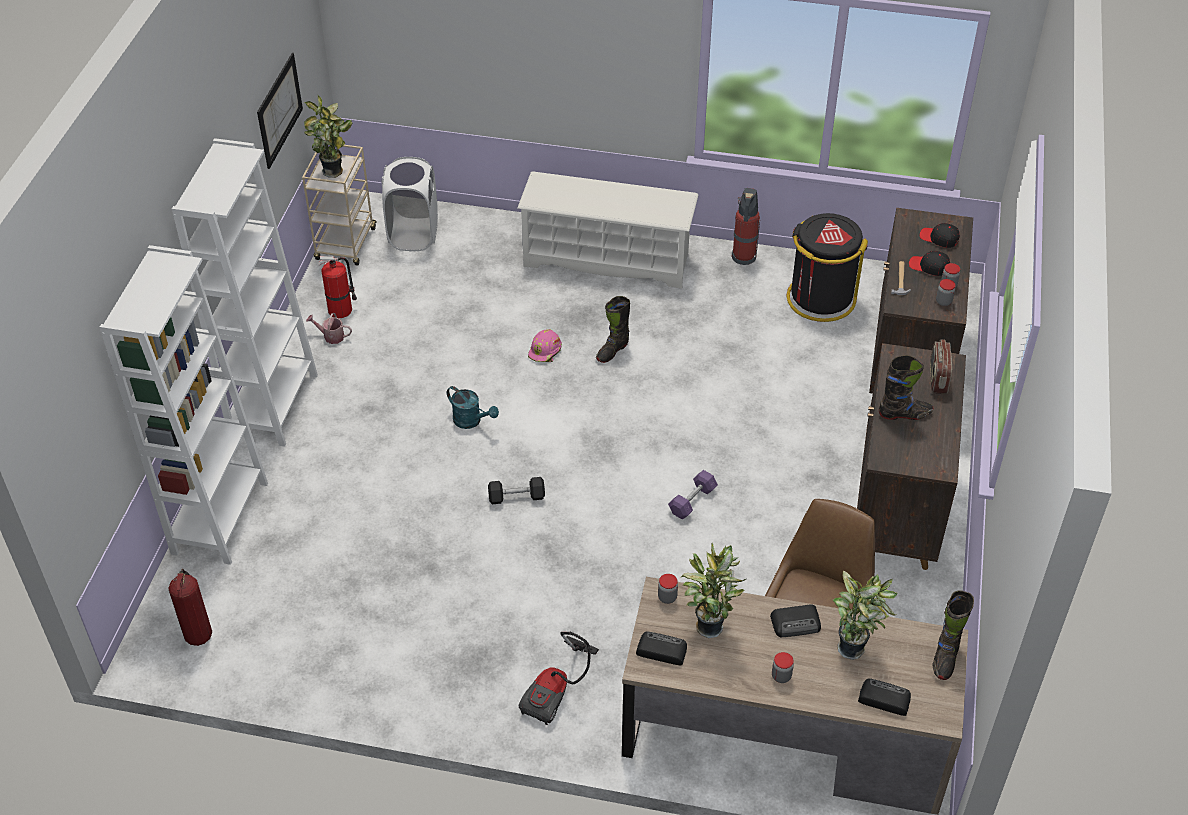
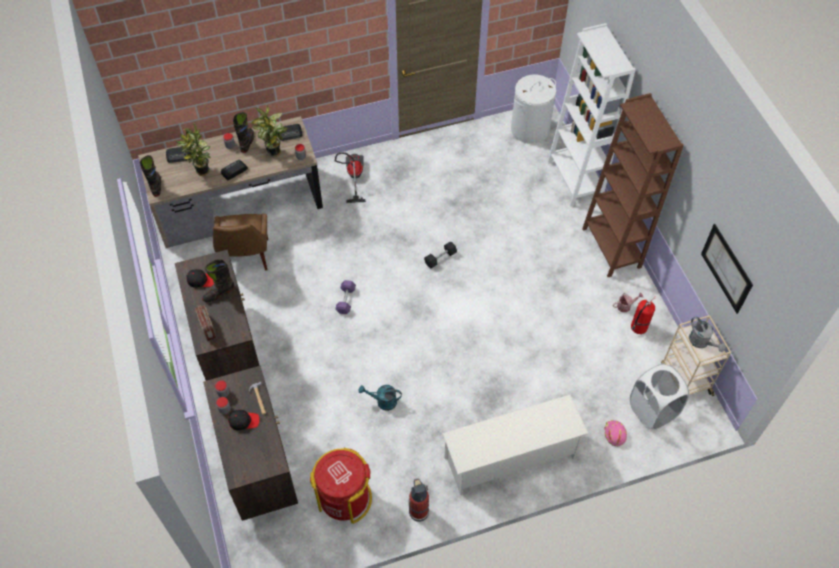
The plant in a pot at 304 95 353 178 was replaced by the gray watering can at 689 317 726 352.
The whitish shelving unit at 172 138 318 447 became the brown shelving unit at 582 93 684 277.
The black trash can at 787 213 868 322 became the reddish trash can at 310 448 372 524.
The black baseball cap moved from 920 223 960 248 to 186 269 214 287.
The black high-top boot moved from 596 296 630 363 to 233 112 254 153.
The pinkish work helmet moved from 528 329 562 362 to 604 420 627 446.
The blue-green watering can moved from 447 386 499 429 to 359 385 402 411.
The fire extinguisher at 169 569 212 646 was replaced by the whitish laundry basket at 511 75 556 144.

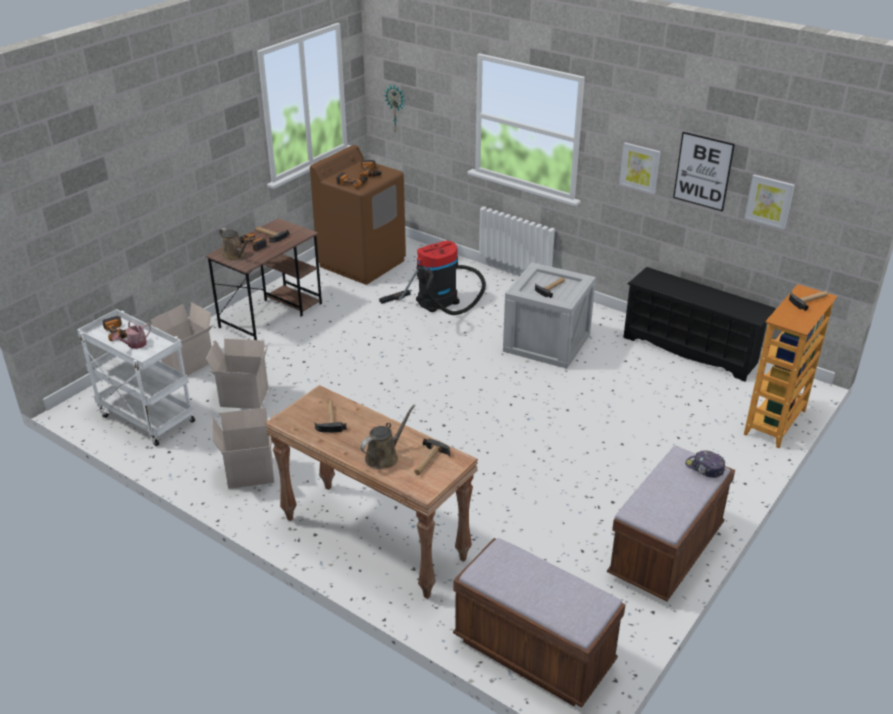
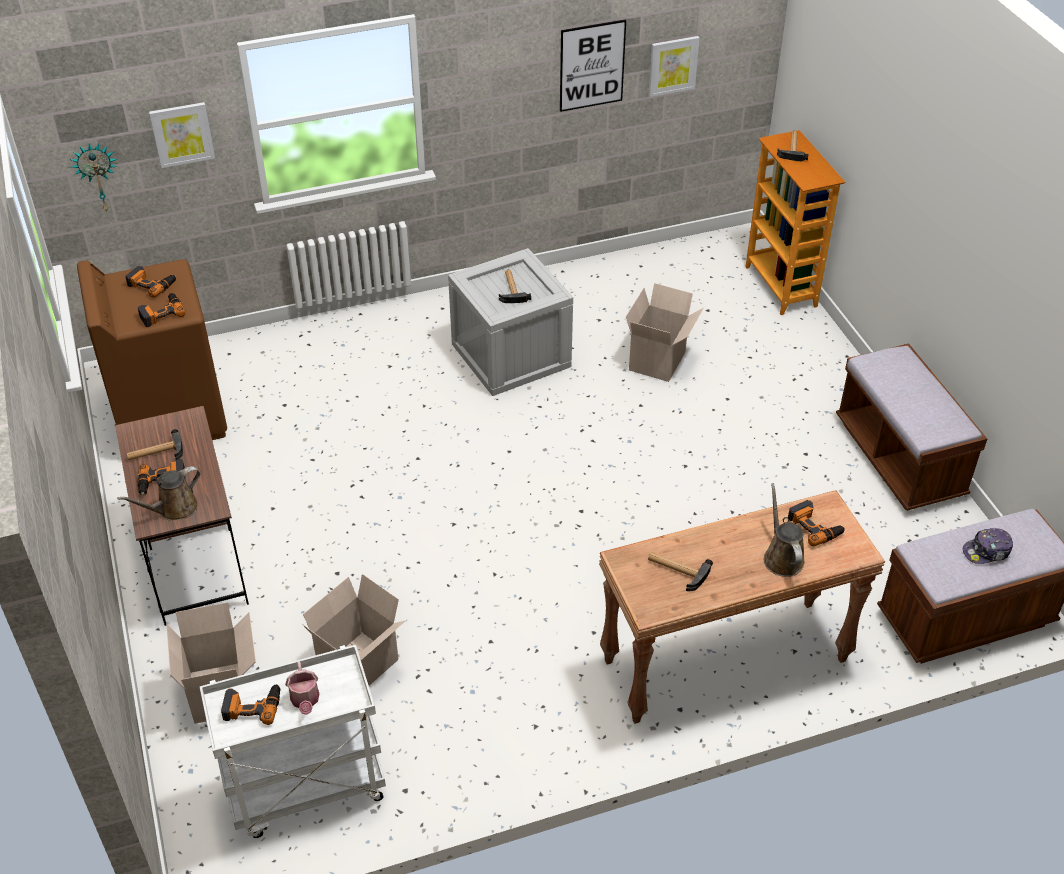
The wall picture moved from 619 142 661 194 to 149 102 215 168.
The brown watering can at 219 228 250 261 turned 150 degrees clockwise.
The hoover at 379 240 486 315 disappeared.
The black shoe shelf at 623 267 776 382 disappeared.
The packing box moved from 212 408 274 489 to 626 283 704 382.
The tool hammer at 414 439 450 475 was replaced by the power drill at 788 500 845 547.
The baseball cap moved from 685 450 726 478 to 963 528 1013 564.

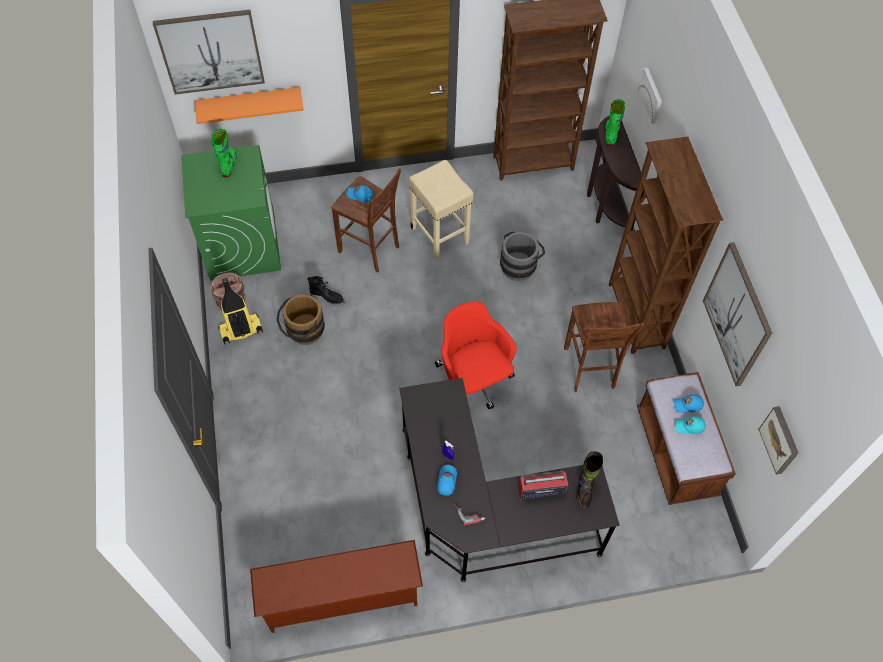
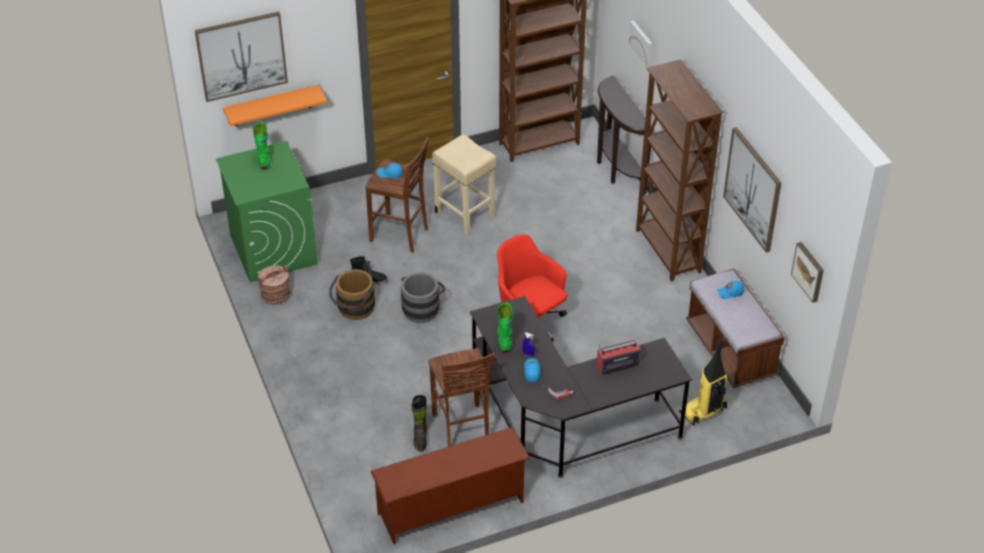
The greenish high-top boot moved from 605 99 625 146 to 497 302 513 353.
The gray bucket moved from 500 232 545 281 to 401 272 445 323.
The hoover moved from 218 278 263 345 to 679 338 727 426.
The brown stool seat moved from 564 302 644 392 to 428 348 495 447.
The blue-green baseball cap at 675 416 706 435 disappeared.
The black high-top boot moved from 577 451 603 508 to 412 395 427 451.

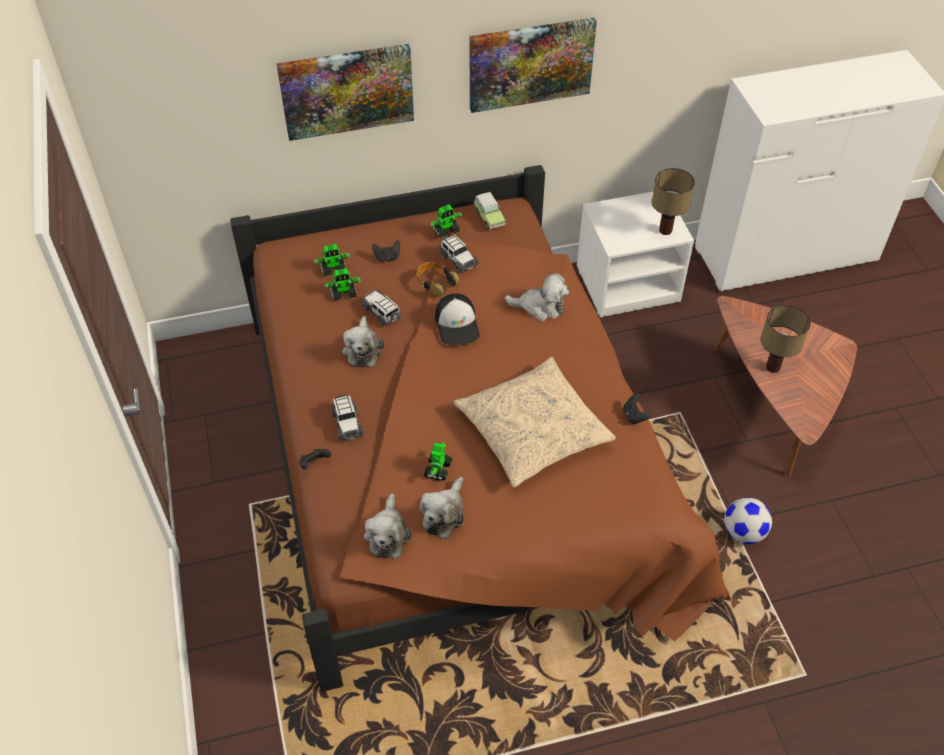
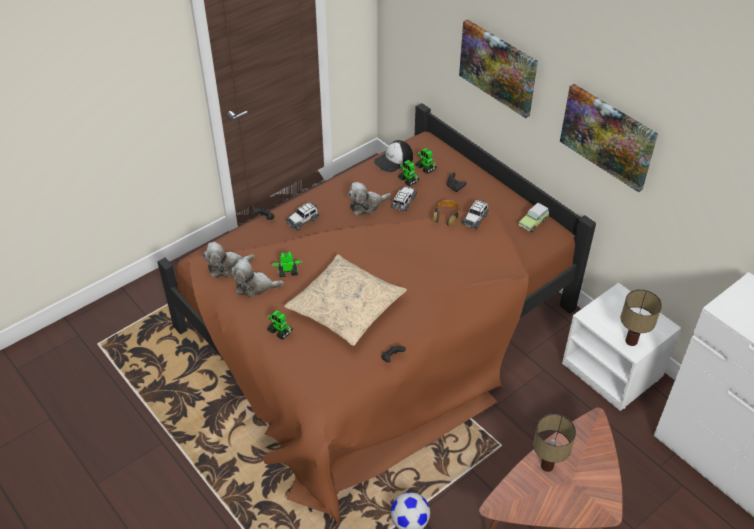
The robot figure moved from 429 205 463 238 to 267 310 293 340.
The cuddly toy at 505 273 569 321 disappeared.
The baseball cap moved from 435 293 480 345 to 374 140 413 172.

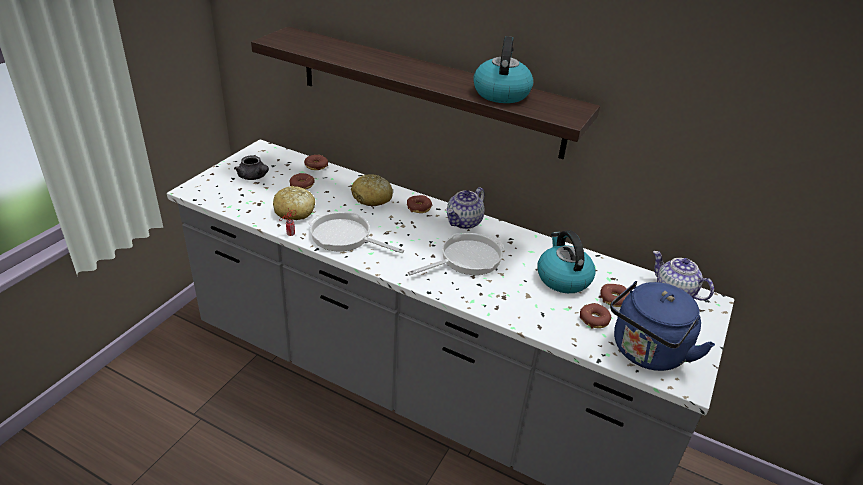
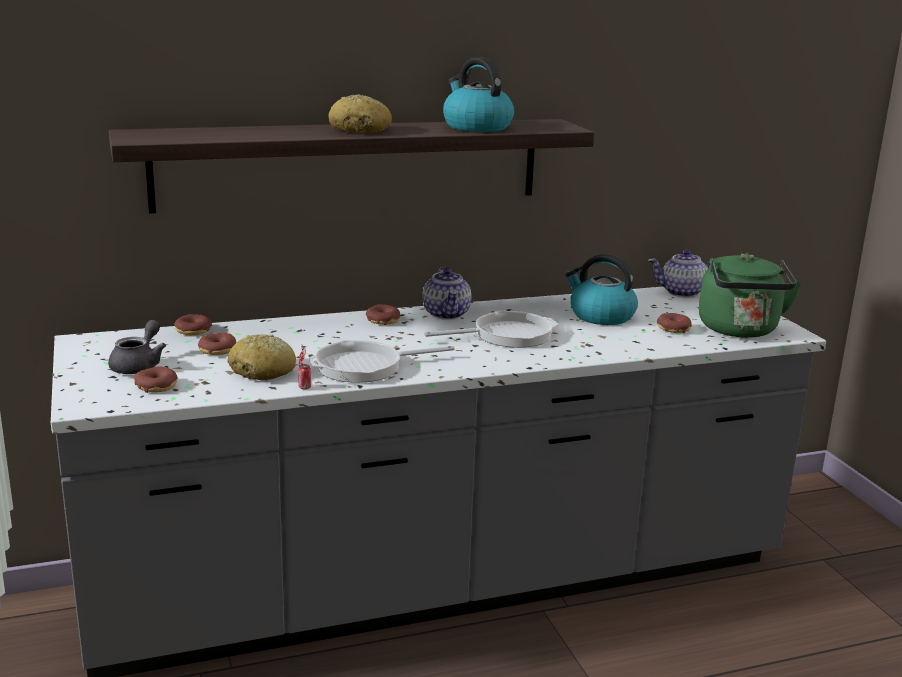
The gray pot for tea at 234 155 269 180 turned 75 degrees counterclockwise.
The baked bread moved from 351 174 393 206 to 328 95 392 133.
The frying pan at 408 233 504 275 turned 60 degrees clockwise.
The bluish tea kettle at 610 281 715 371 became the greenish tea kettle at 699 253 802 338.
The ring doughnut moved from 600 284 630 307 to 134 366 178 393.

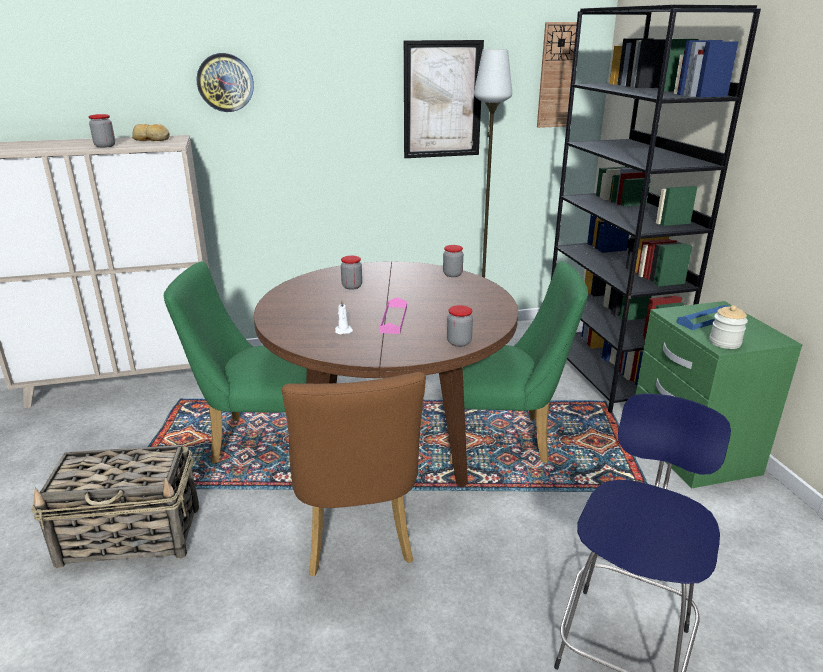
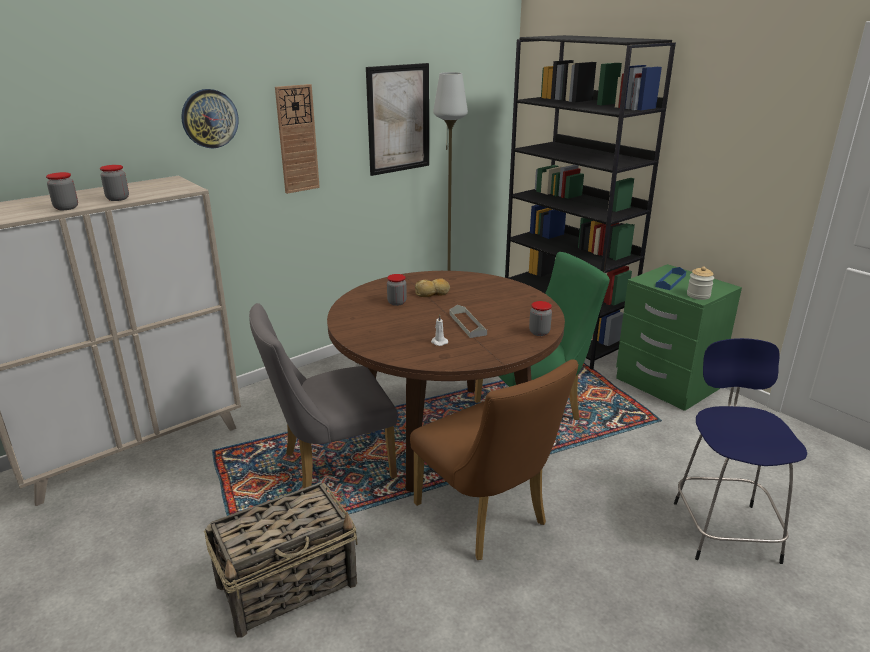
The hanging clock moved from 537 22 577 128 to 275 84 320 194.
The baked bread moved from 132 124 170 141 to 415 278 450 297.
The jar moved from 443 245 463 277 to 46 172 78 210.
The greenish chair at 164 261 307 464 became the gray chair at 249 303 397 489.
The pinkish serving tray at 379 297 407 334 became the gray serving tray at 450 305 487 338.

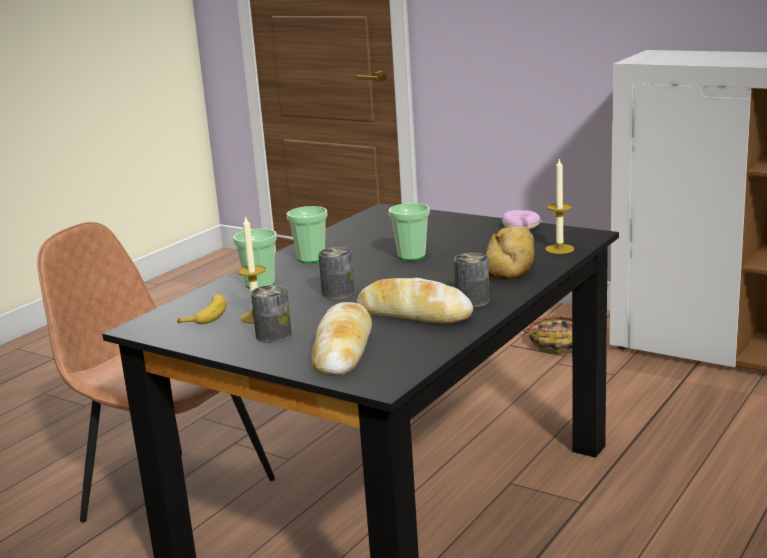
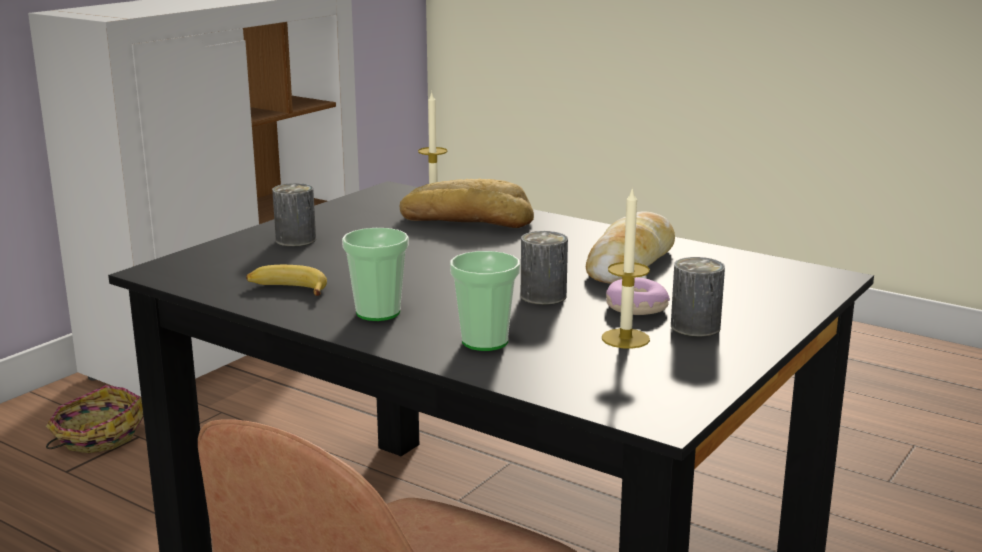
The drinking cup at 388 203 430 261 disappeared.
The ring doughnut moved from 502 210 540 230 to 606 278 670 315.
The can moved from 454 253 490 307 to 272 183 316 246.
The banana fruit moved from 177 294 227 324 to 246 265 327 296.
The baked bread at 311 302 372 376 disappeared.

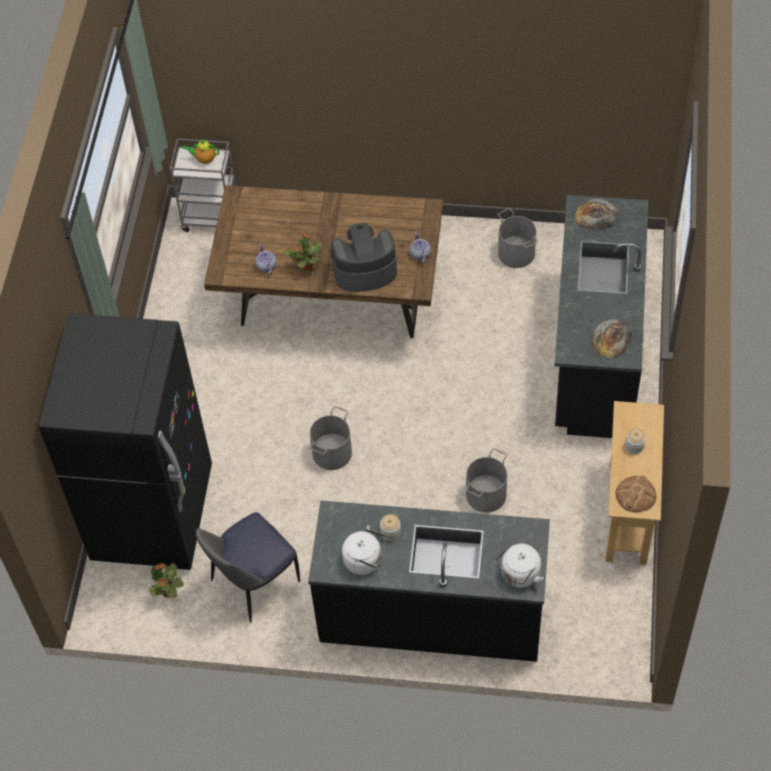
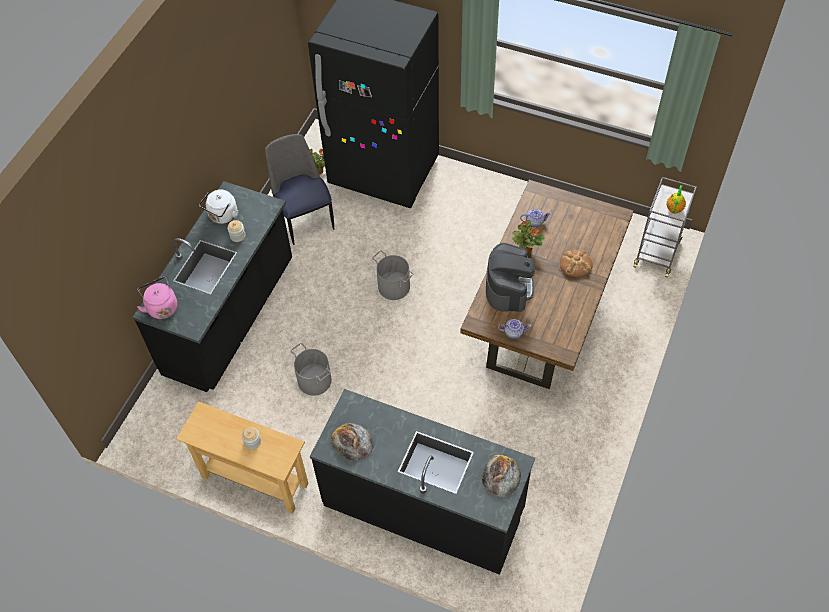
The gray bucket at 497 208 538 268 disappeared.
The baked bread moved from 615 476 657 512 to 560 250 593 277.
The whitish tea kettle at 494 544 544 588 became the pinkish tea kettle at 137 277 177 319.

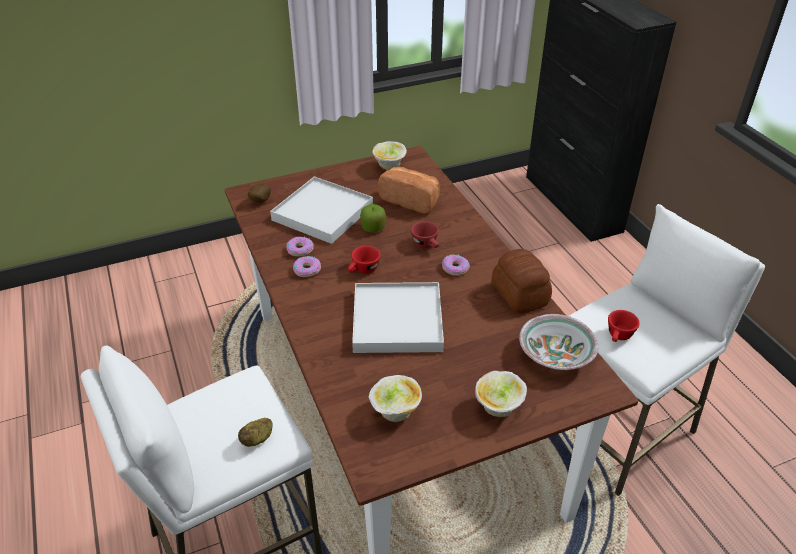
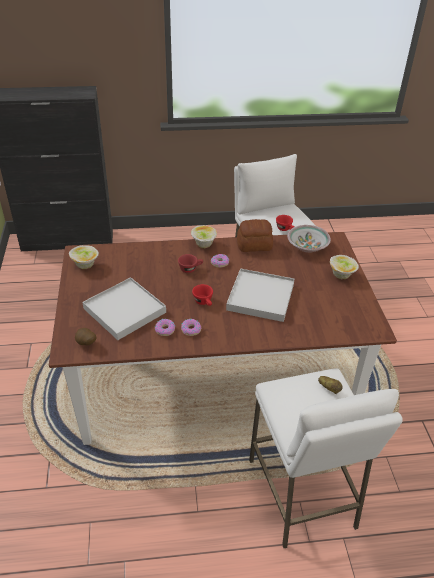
The baked bread at 378 167 440 214 disappeared.
The apple at 360 204 386 232 disappeared.
The bowl moved from 369 375 422 422 to 191 225 217 248.

